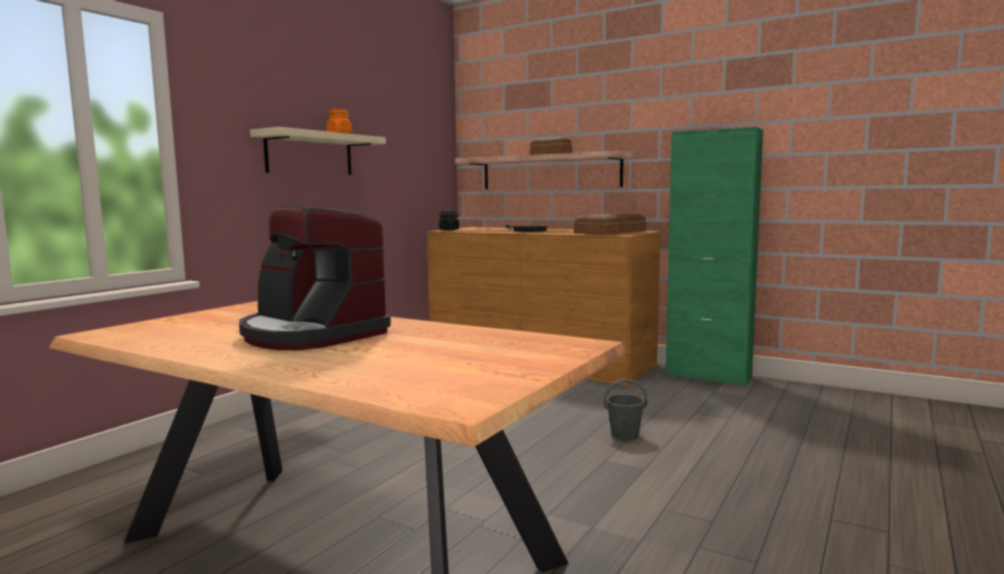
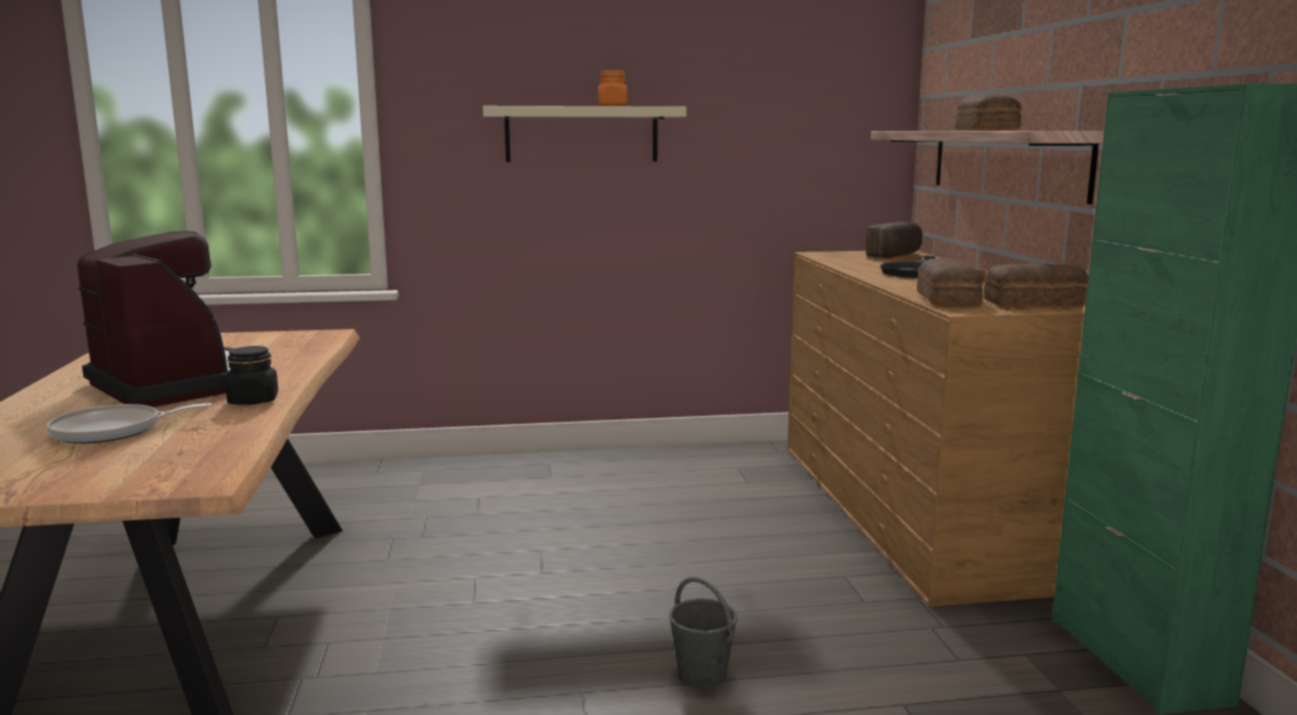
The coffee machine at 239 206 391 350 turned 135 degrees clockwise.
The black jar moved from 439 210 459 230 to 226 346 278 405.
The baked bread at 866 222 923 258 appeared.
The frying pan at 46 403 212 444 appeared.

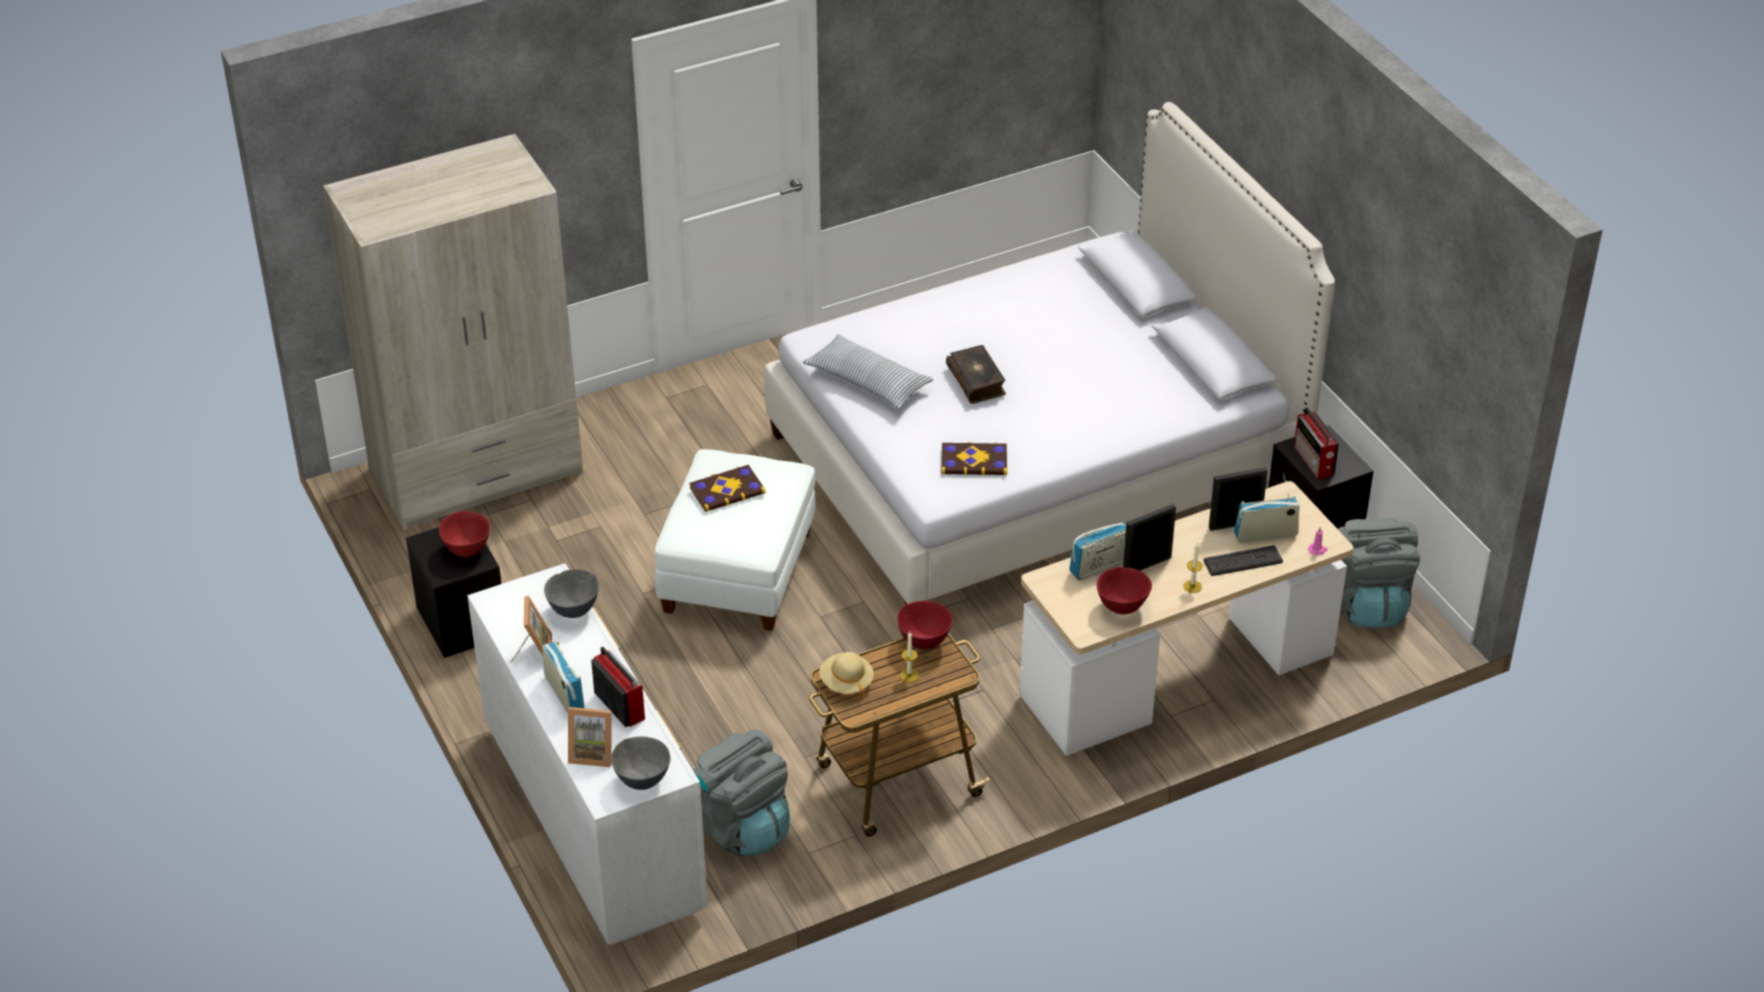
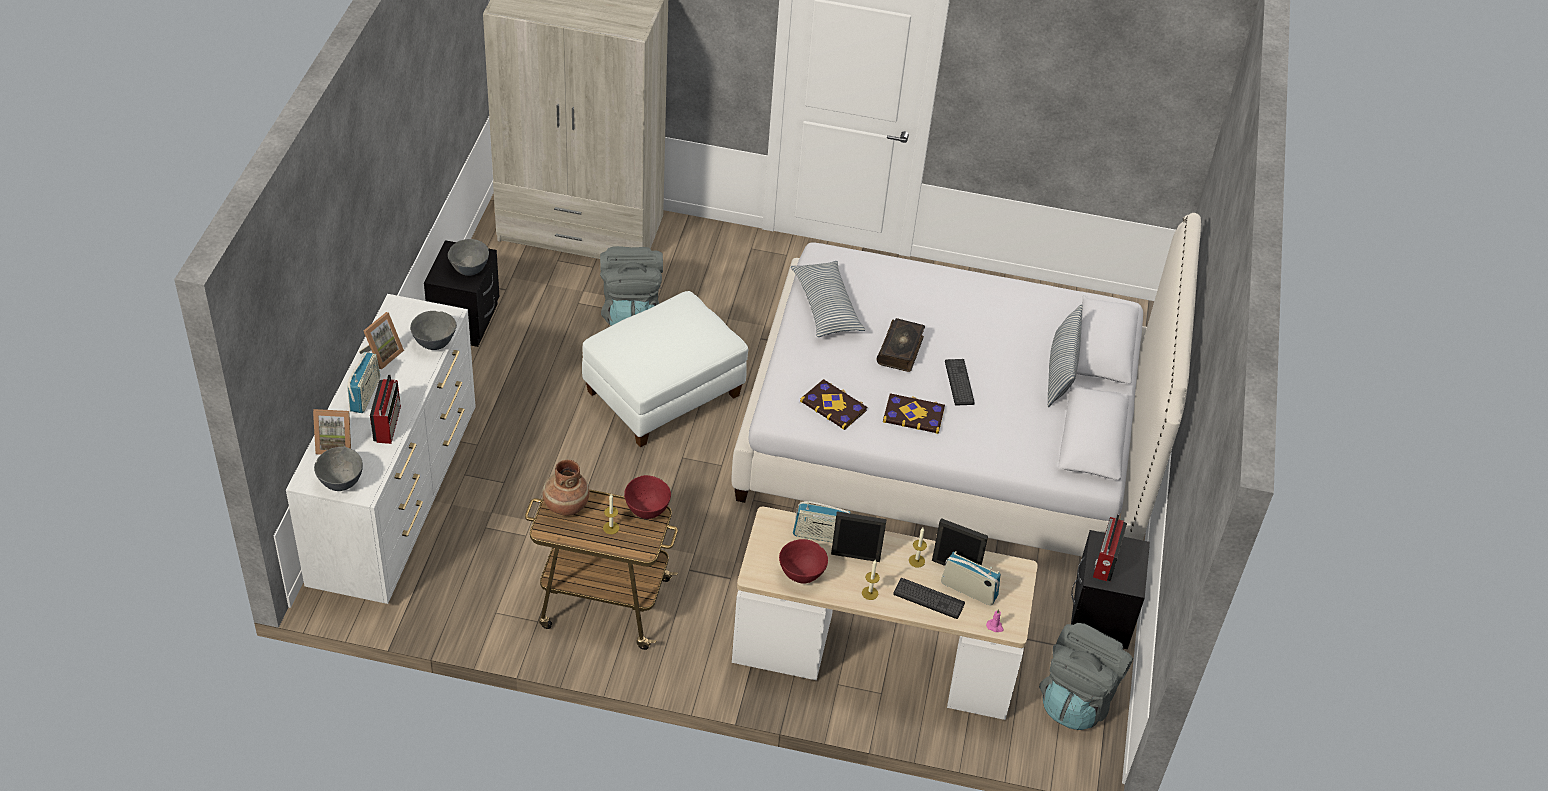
The bound book moved from 689 465 766 512 to 883 393 945 434.
The reddish bowl at 439 511 490 557 became the gray bowl at 448 239 489 276.
The sand-coloured clothing hat at 819 652 874 699 was replaced by the brown vase at 542 460 589 516.
The photo frame at 568 707 612 767 turned 45 degrees counterclockwise.
The gray rucksack moved from 692 730 790 856 to 600 246 663 326.
The throw pillow at 1048 304 1083 407 appeared.
The computer keyboard at 945 359 975 406 appeared.
The candle at 909 528 927 568 appeared.

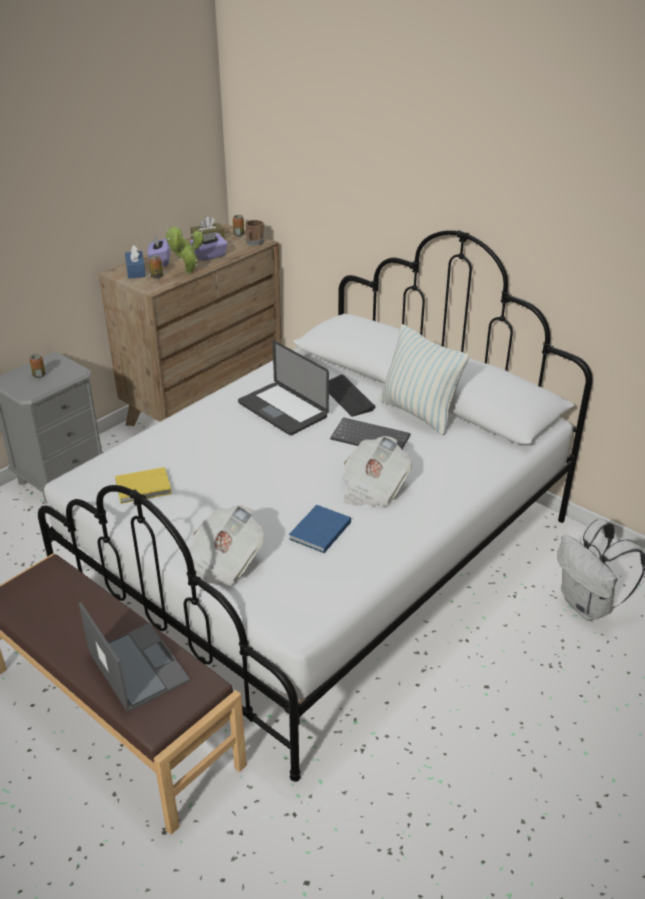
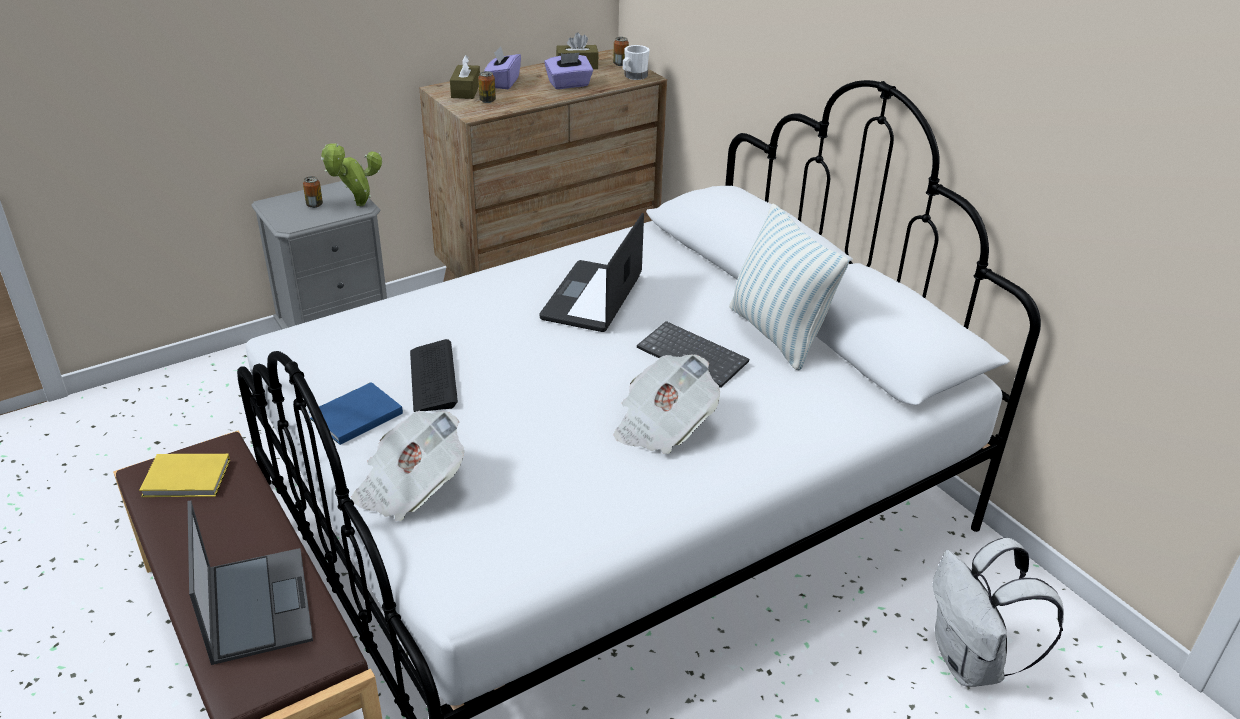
The brown mug at 245 220 264 246 became the whitish mug at 623 45 650 80.
The plant in a pot moved from 166 227 204 274 to 321 143 382 206.
The bluish tissue holder at 125 245 146 279 became the brown tissue holder at 450 55 480 99.
The portable computer at 238 341 329 435 turned 45 degrees clockwise.
The computer keyboard moved from 329 374 376 417 to 410 339 458 412.
The yellowish bound book moved from 115 467 172 504 to 139 454 230 497.
The bluish bound book moved from 289 505 351 553 to 309 382 403 445.

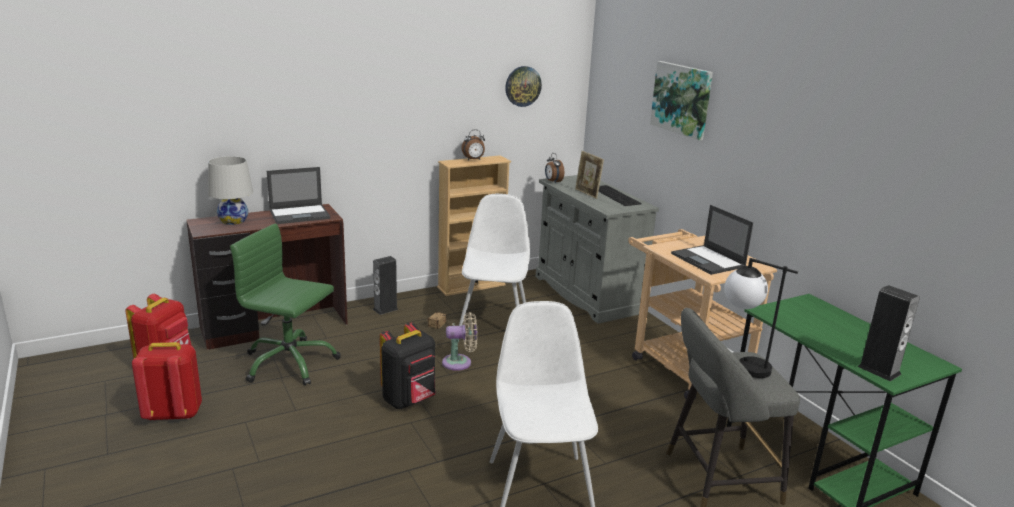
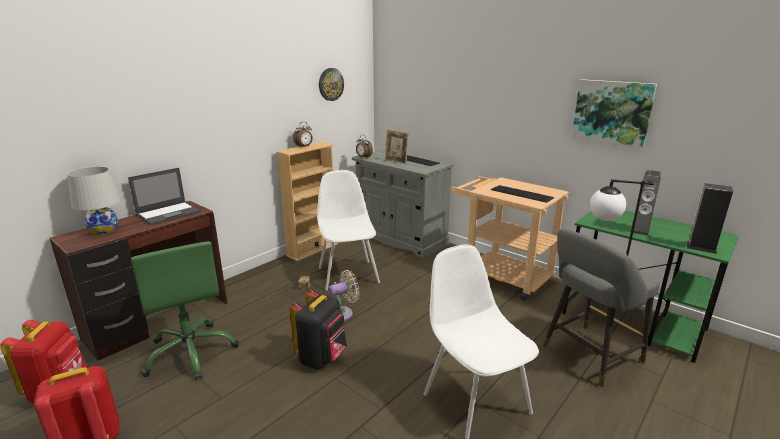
The wall picture moved from 650 61 713 140 to 571 79 657 148.
The portable computer at 671 205 753 275 was replaced by the computer keyboard at 491 185 554 203.
The greenish office chair at 230 224 341 386 turned 120 degrees counterclockwise.
The loudspeaker moved from 373 256 399 315 to 633 170 661 236.

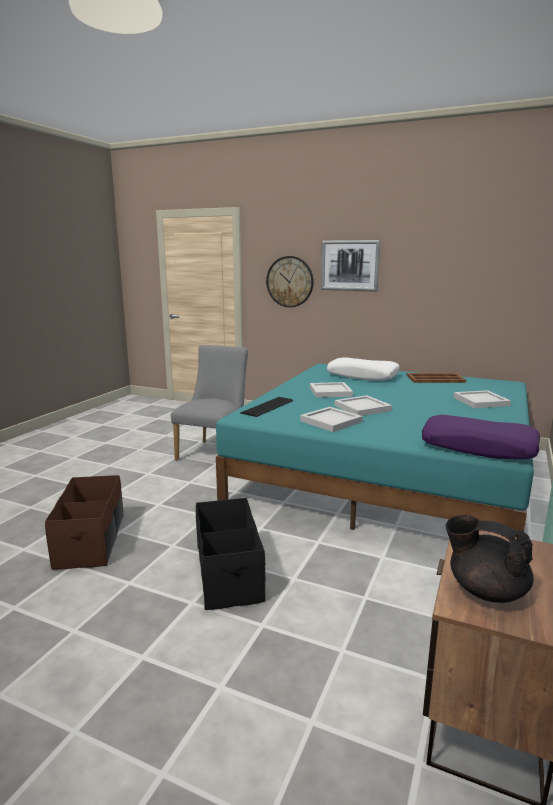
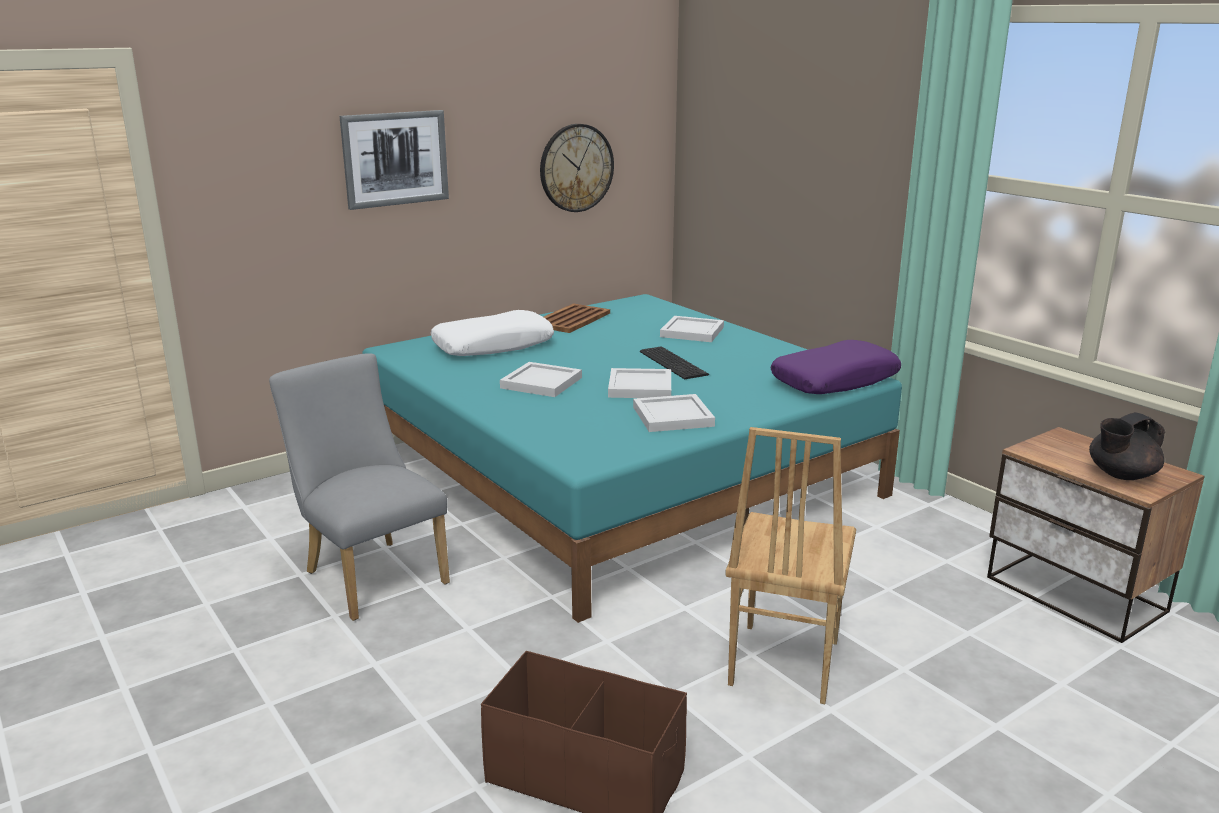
The hanging clock moved from 266 256 314 307 to 540 124 614 212.
The computer keyboard moved from 240 397 293 417 to 640 346 709 379.
The black storage box at 196 498 265 610 was replaced by the brown chair at 725 427 856 704.

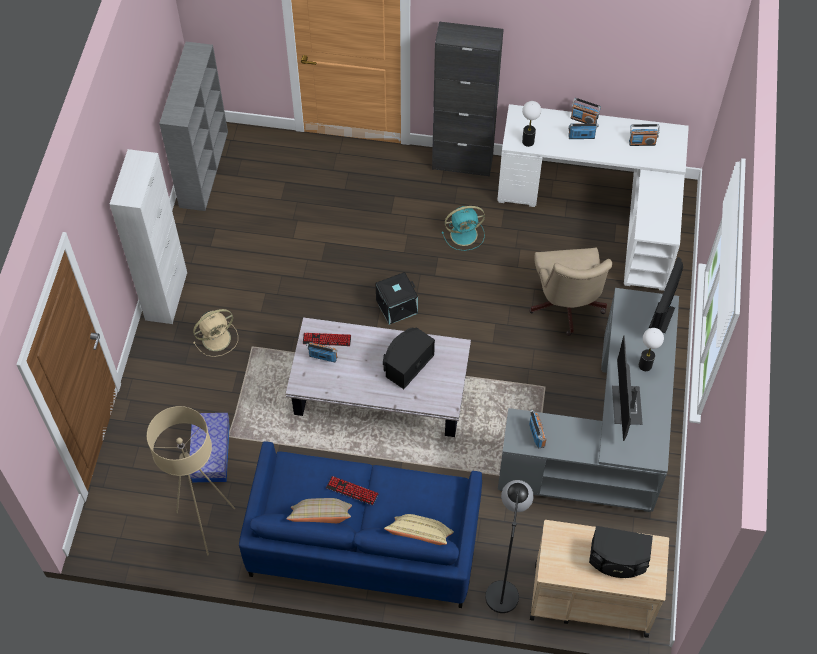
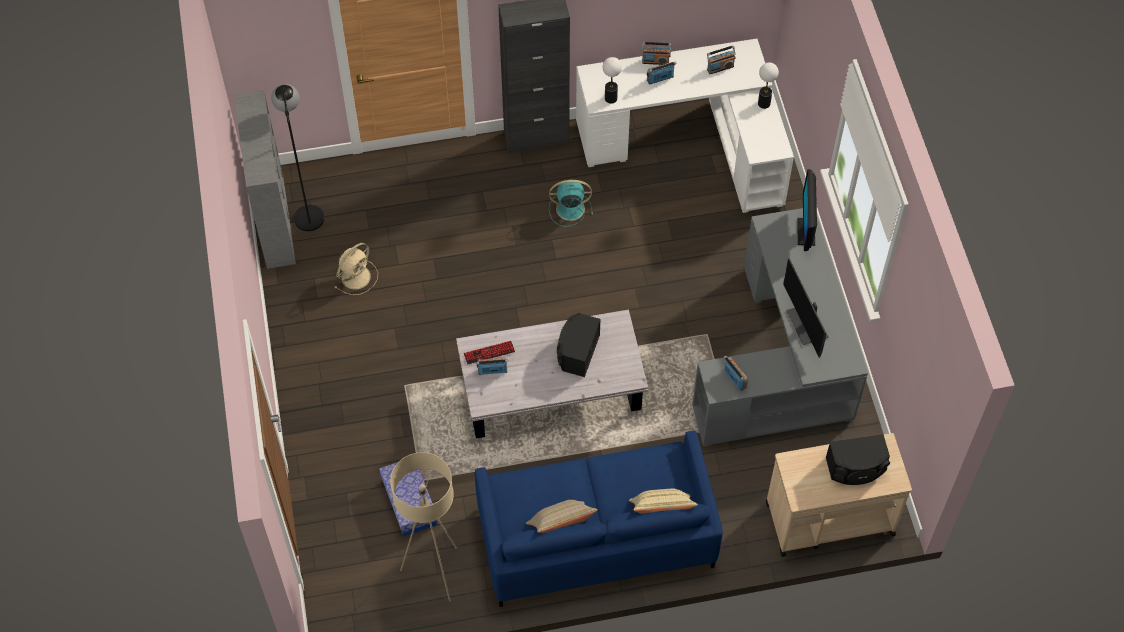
The whitish cabinet at 110 149 187 324 disappeared.
The blue-green cooling fan at 442 206 485 251 turned 150 degrees counterclockwise.
The sand-coloured office chair at 529 248 612 336 disappeared.
The black storage box at 375 272 418 325 disappeared.
The sand-coloured cooling fan moved from 193 309 238 357 to 335 243 378 295.
The tabletop lamp moved from 639 328 664 371 to 758 62 779 109.
The computer keyboard at 326 476 379 505 disappeared.
The black standard lamp moved from 485 480 534 613 to 271 84 324 231.

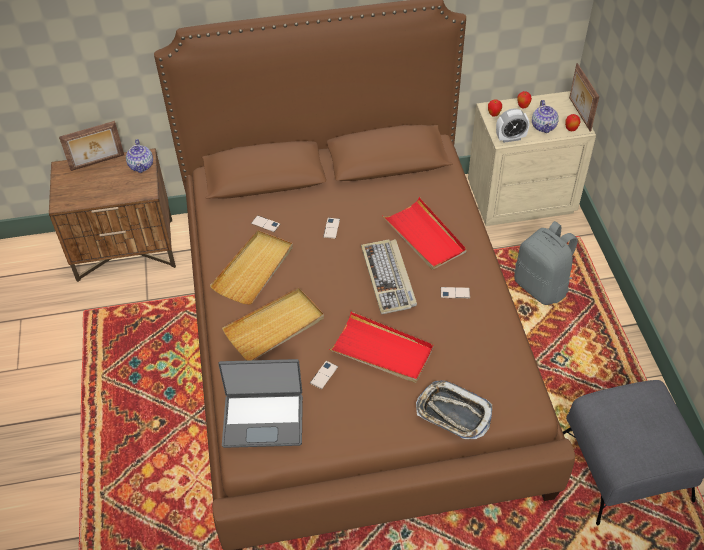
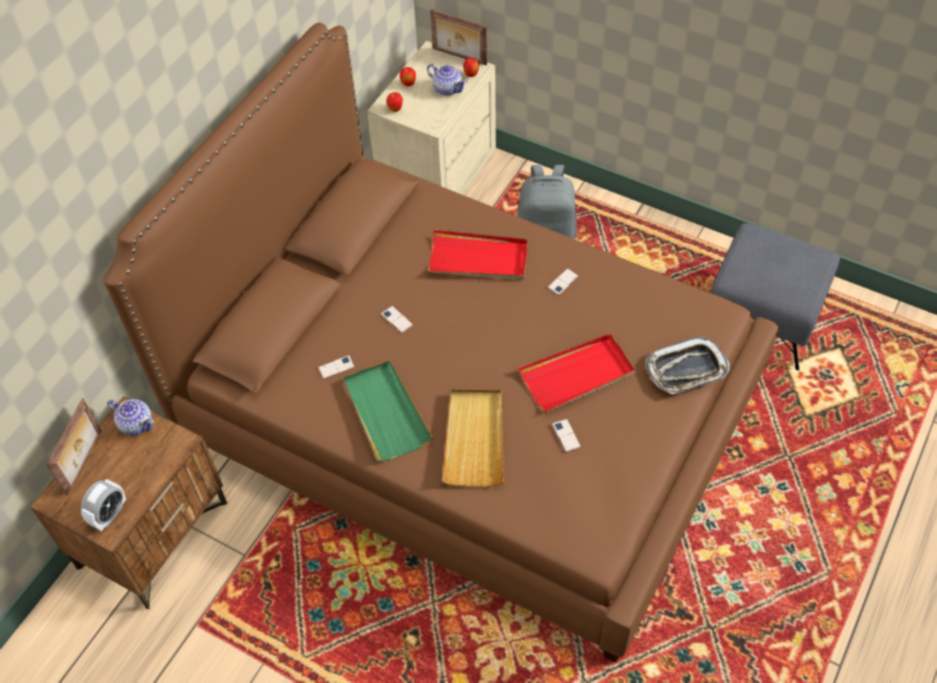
The alarm clock moved from 496 108 530 143 to 81 479 126 531.
The sand-coloured serving tray at 210 230 293 305 became the greenish serving tray at 343 360 433 461.
The computer keyboard at 361 239 417 314 disappeared.
The portable computer at 218 359 303 448 disappeared.

